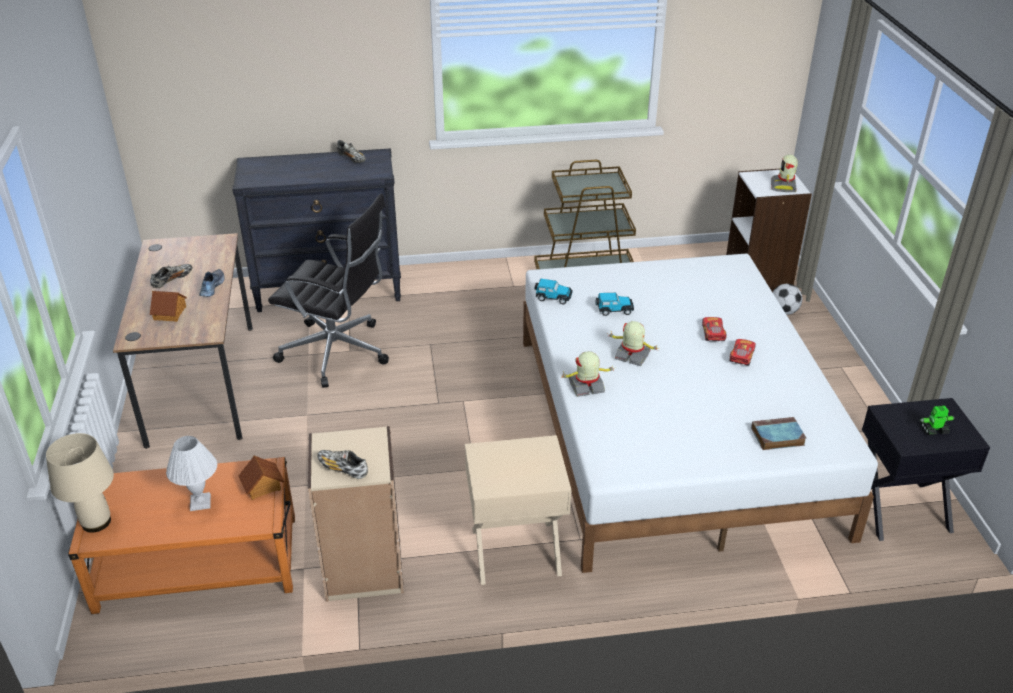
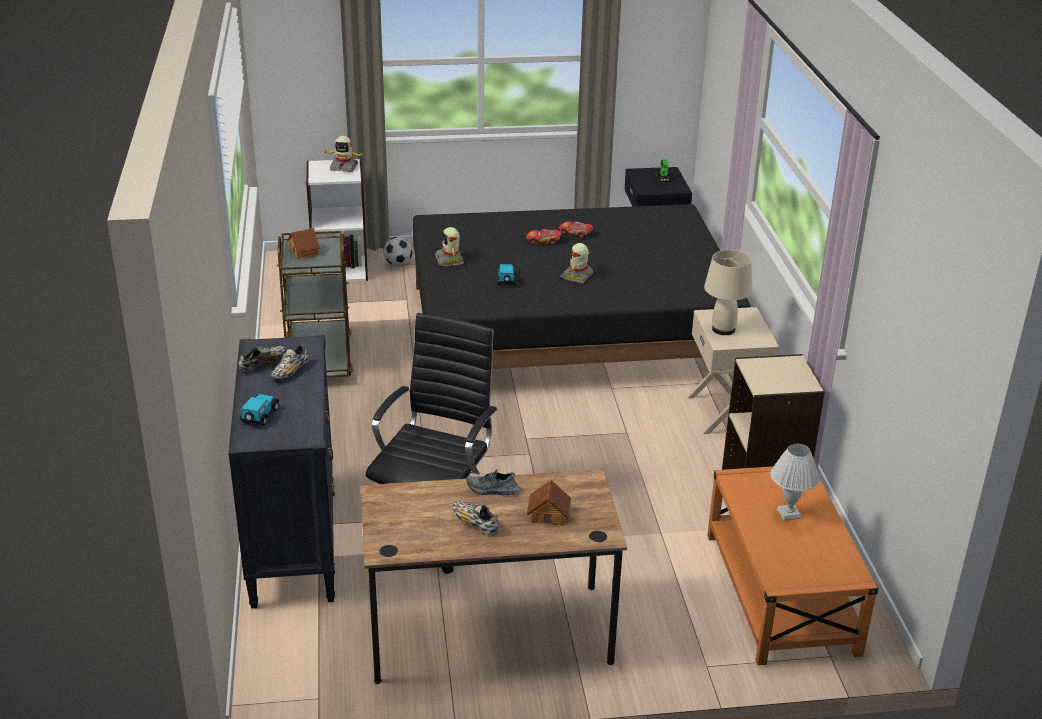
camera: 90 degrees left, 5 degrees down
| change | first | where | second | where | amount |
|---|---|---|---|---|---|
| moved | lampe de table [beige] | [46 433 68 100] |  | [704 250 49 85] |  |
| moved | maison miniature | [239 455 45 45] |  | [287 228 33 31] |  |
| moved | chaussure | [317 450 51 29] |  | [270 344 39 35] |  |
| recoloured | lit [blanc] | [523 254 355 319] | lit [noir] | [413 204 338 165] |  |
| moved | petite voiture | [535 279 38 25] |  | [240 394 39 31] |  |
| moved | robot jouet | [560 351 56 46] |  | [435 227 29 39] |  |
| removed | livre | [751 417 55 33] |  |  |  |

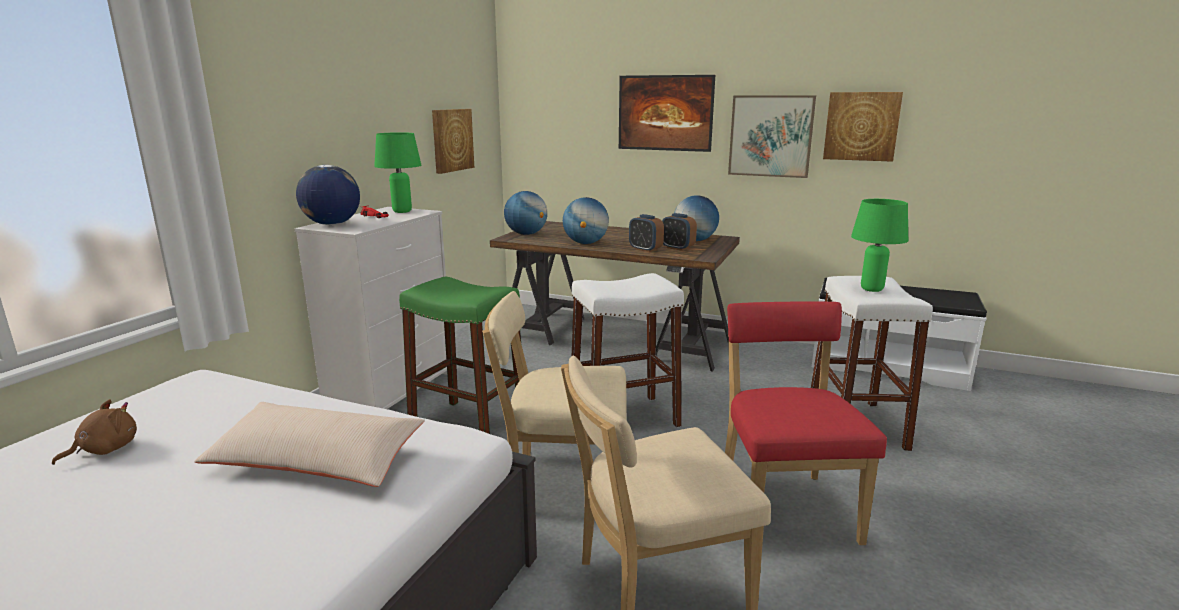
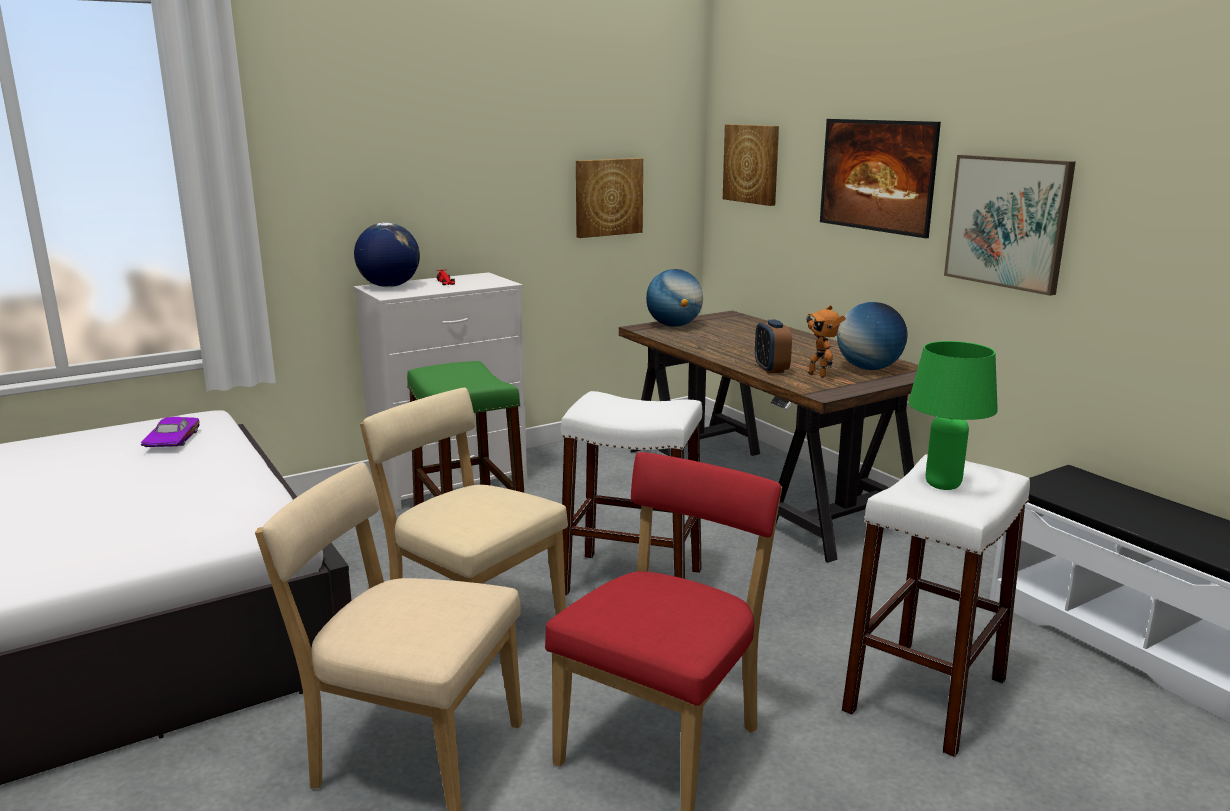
camera: 35 degrees right, 0 degrees up
| change | first | where | second | where | amount |
|---|---|---|---|---|---|
| removed | peluche [marron] | [52 399 85 66] |  |  |  |
| removed | coussin [beige] | [194 402 231 85] |  |  |  |
| removed | lampe de table [vert] | [374 132 47 81] |  |  |  |
| removed | globe | [563 197 46 47] |  |  |  |
| replaced | réveil | [662 213 35 38] | robot jouet | [806 305 40 73] |  |
| moved | tableau | [823 92 80 70] |  | [723 124 56 82] |  |
| added |  |  | petite voiture [violet] | [141 417 59 30] |  |

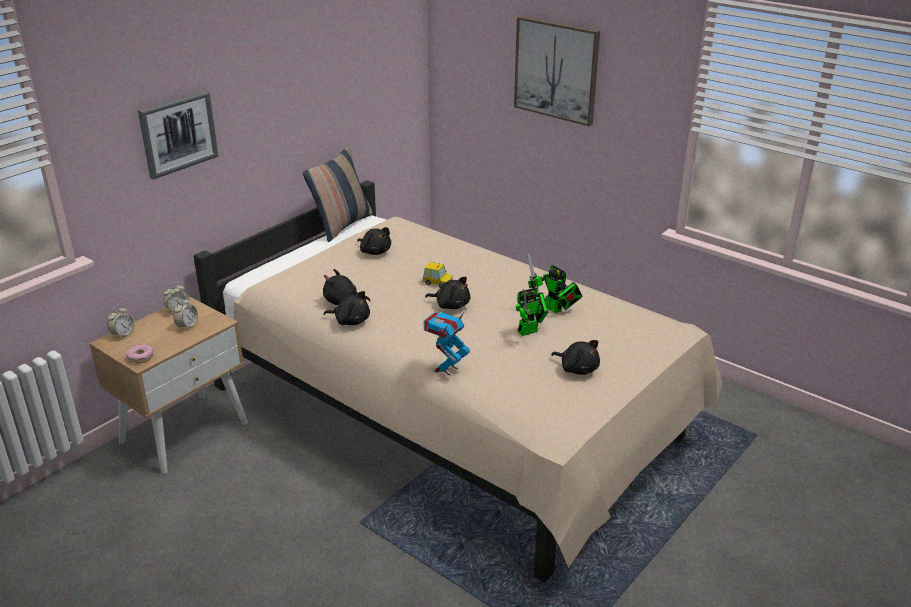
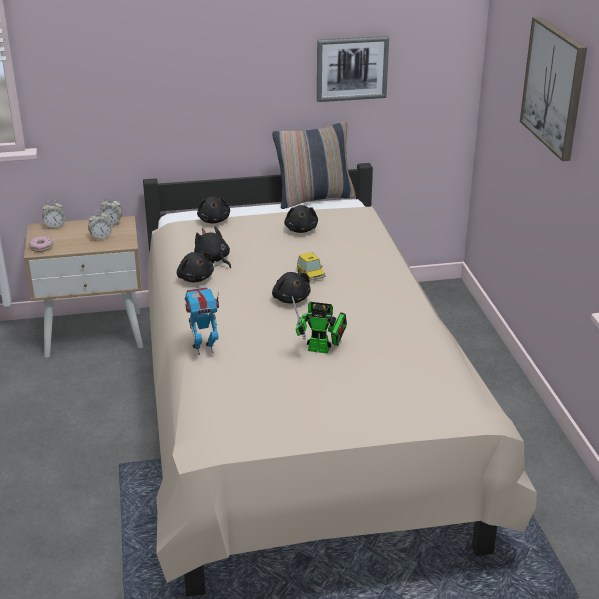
camera: 40 degrees right, 0 degrees up
| change | first | where | second | where | amount |
|---|---|---|---|---|---|
| moved | tableau | [138 91 80 89] |  | [317 36 72 66] |  |
| removed | robot jouet | [527 252 55 61] |  |  |  |
| moved | peluche [noir] | [551 340 49 35] |  | [197 196 33 28] |  |

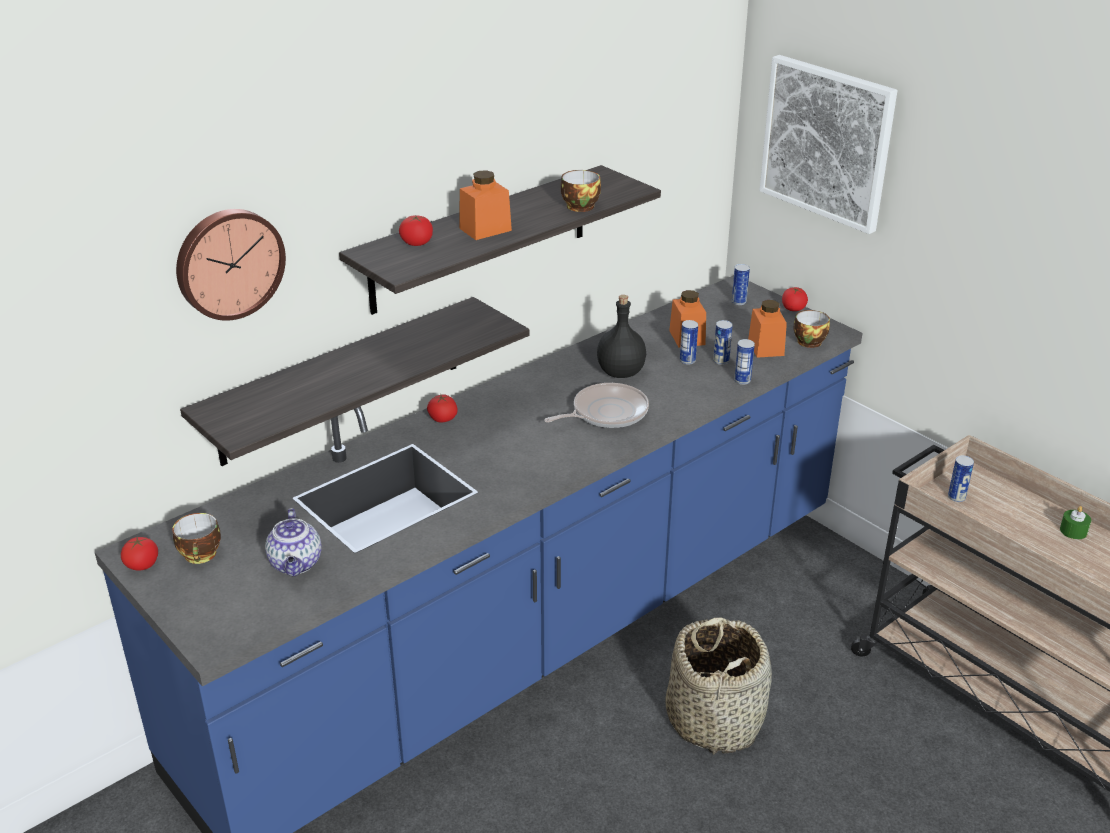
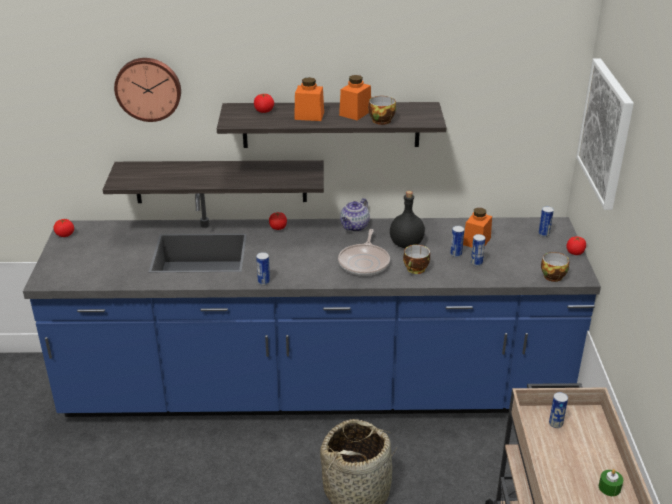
camera: 40 degrees right, 0 degrees up
| change | first | where | second | where | amount |
|---|---|---|---|---|---|
| moved | tasse | [172 513 49 51] |  | [403 245 27 29] |  |
| moved | théière | [265 508 57 68] |  | [340 198 30 34] |  |
| turned | poêle | [544 383 105 45] |  | [338 229 52 47] | 90 degrees clockwise |
| moved | boîte métallique | [734 339 21 46] |  | [256 252 14 34] |  |
| moved | bocal [orange] | [748 300 39 58] |  | [339 75 32 45] |  |

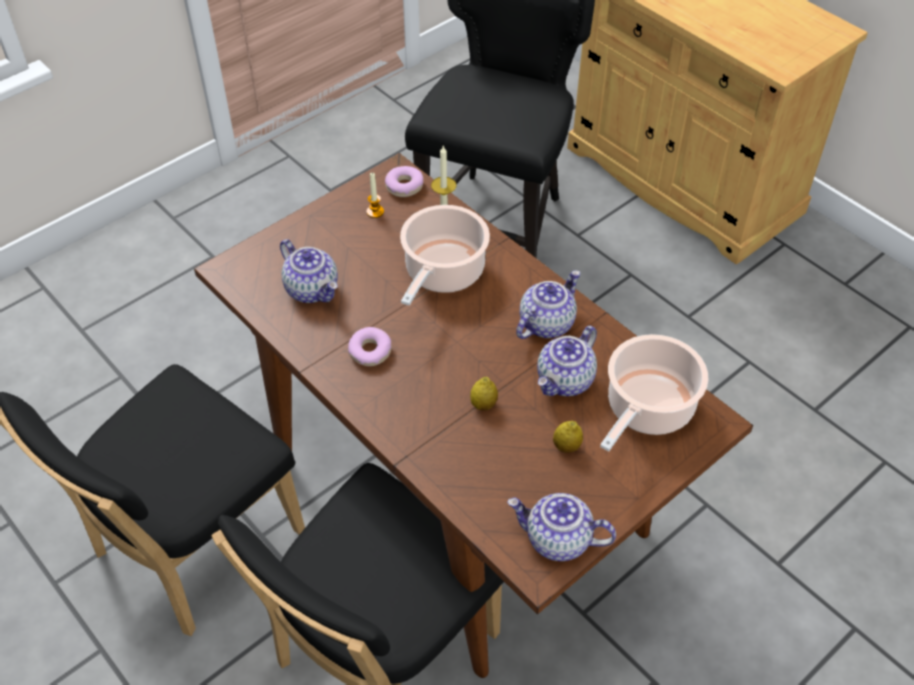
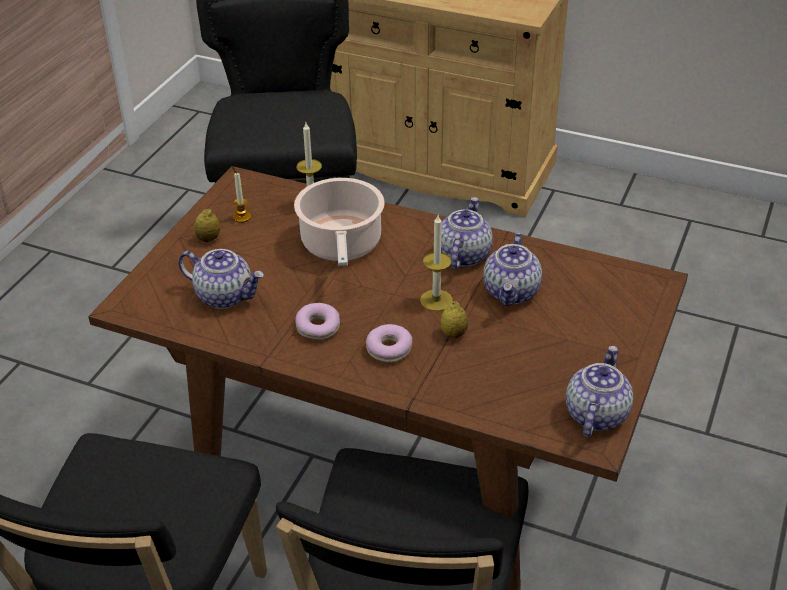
camera: 25 degrees left, 10 degrees down
| change | first | where | second | where | amount |
|---|---|---|---|---|---|
| moved | beignet | [385 166 38 31] |  | [366 324 47 39] |  |
| turned | théière | [507 493 109 68] |  | [566 346 67 91] | 120 degrees clockwise |
| moved | citron | [553 421 30 32] |  | [194 209 26 33] |  |
| removed | marmite | [600 334 109 117] |  |  |  |
| added |  |  | bougie | [420 215 33 96] |  |

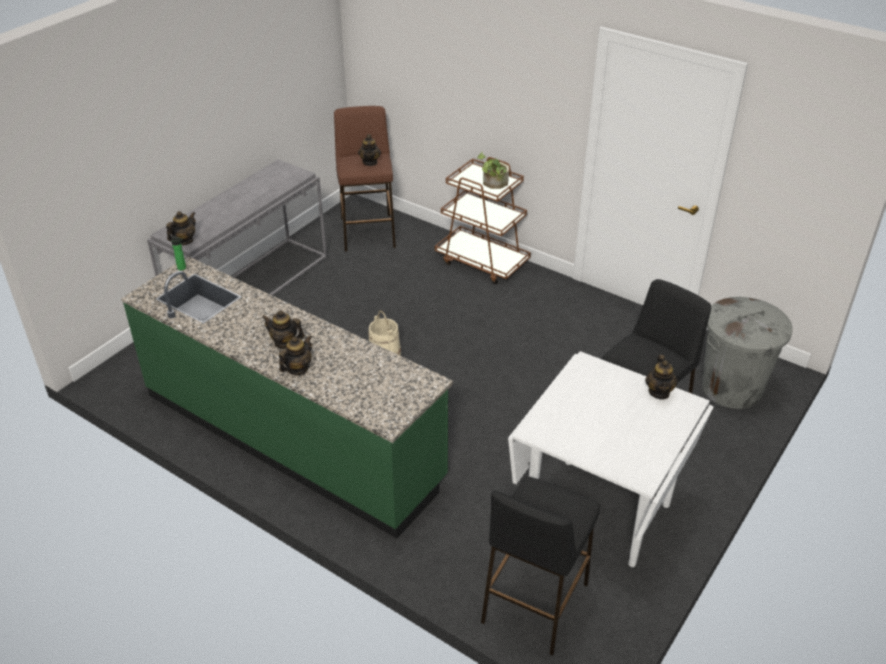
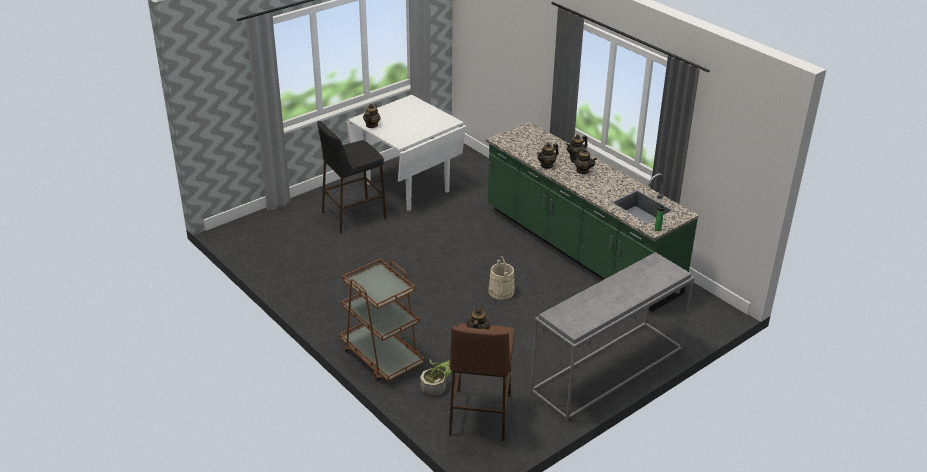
camera: 165 degrees left, 5 degrees down
| change | first | where | second | where | amount |
|---|---|---|---|---|---|
| moved | théière | [166 211 30 34] |  | [537 142 22 27] |  |
| moved | plante en pot | [477 152 32 37] |  | [420 359 31 38] |  |
| removed | tabouret [noir] | [481 476 119 179] |  |  |  |
| removed | poubelle [gris] | [702 297 91 112] |  |  |  |

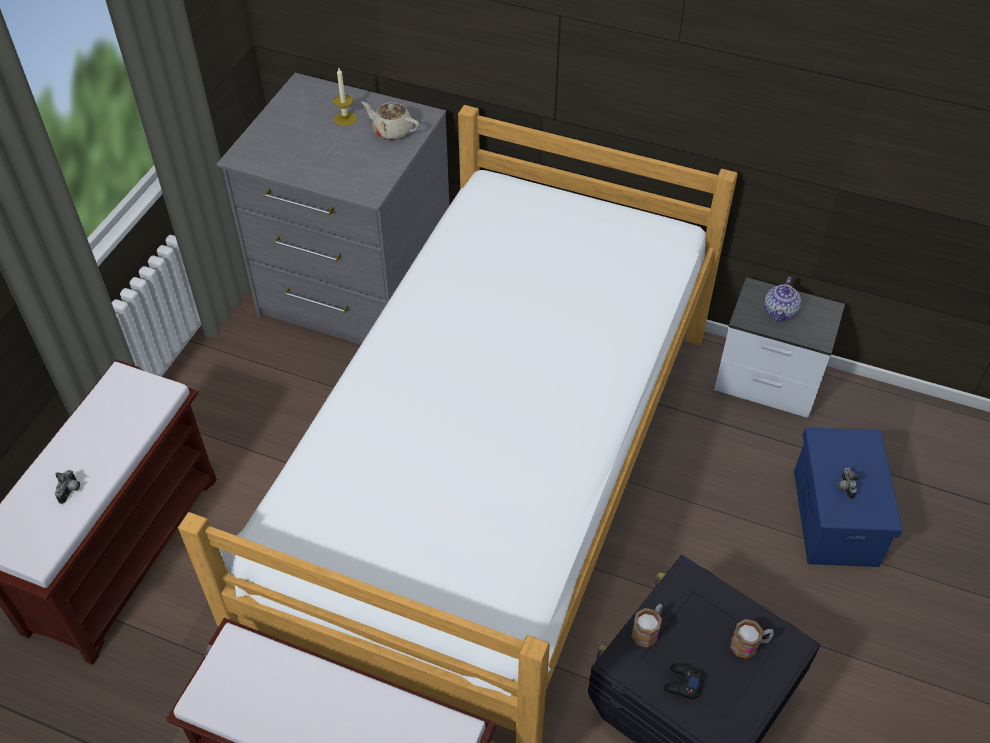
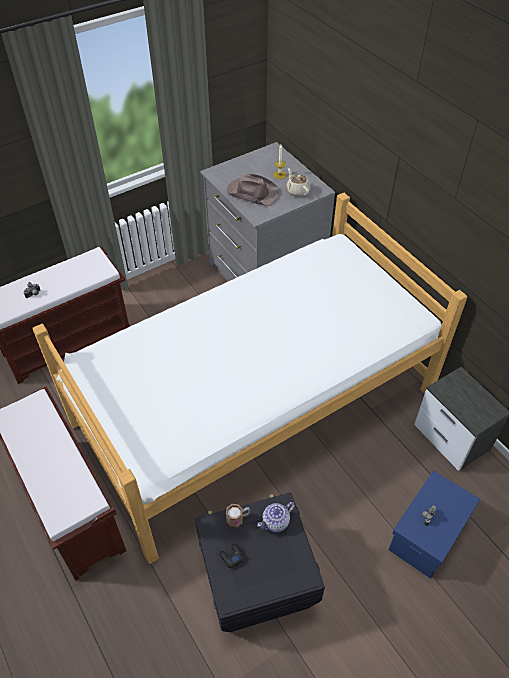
camera: 35 degrees right, 0 degrees up
| change | first | where | second | where | amount |
|---|---|---|---|---|---|
| removed | mug | [730 619 44 40] |  |  |  |
| moved | théière | [764 277 37 45] |  | [257 502 38 31] |  |
| added |  |  | chapeau [marron] | [227 174 52 32] |  |

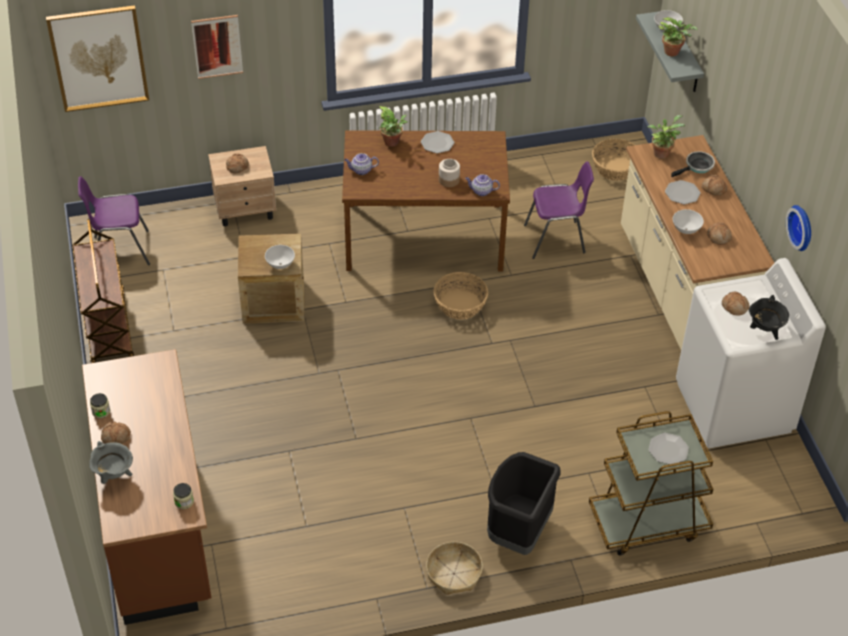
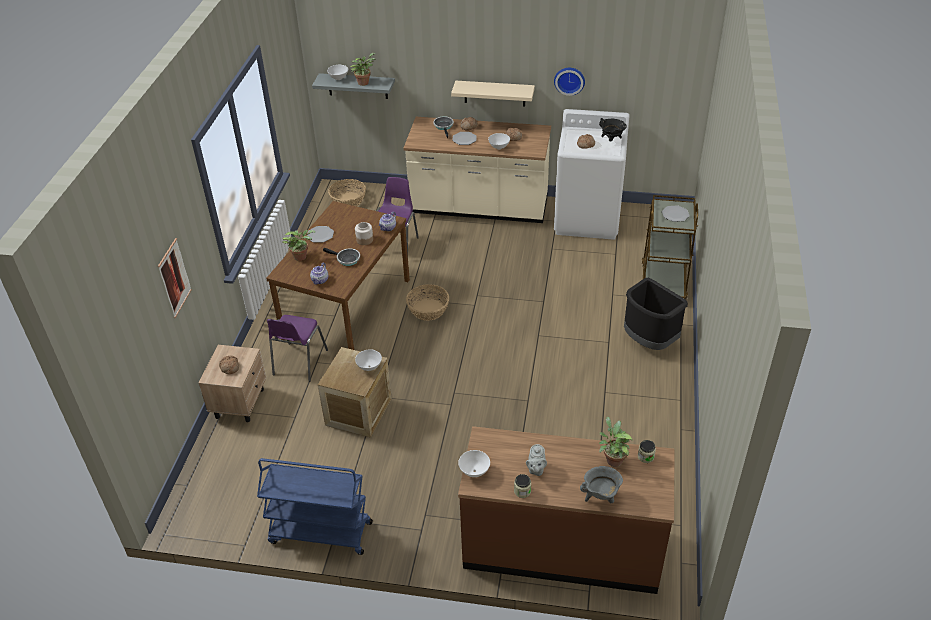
camera: 65 degrees left, 5 degrees down
| change | first | where | second | where | amount |
|---|---|---|---|---|---|
| removed | tableau | [46 5 103 107] |  |  |  |
| recoloured | chariot [marron] | [72 219 62 144] | chariot [bleu] | [257 458 116 97] |  |
| moved | chaise [violet] | [78 176 72 89] |  | [267 315 61 67] |  |
| removed | pain | [101 421 30 23] |  |  |  |
| removed | panier | [426 542 57 53] |  |  |  |
| moved | plante en pot | [647 115 38 44] |  | [599 416 34 51] |  |
| added |  |  | poêle | [323 248 37 18] |  |
| added |  |  | étagère [beige] | [451 81 84 26] |  |
| added |  |  | bol [blanc] | [458 450 32 27] |  |
| added |  |  | théière [gris] | [526 444 21 32] |  |

